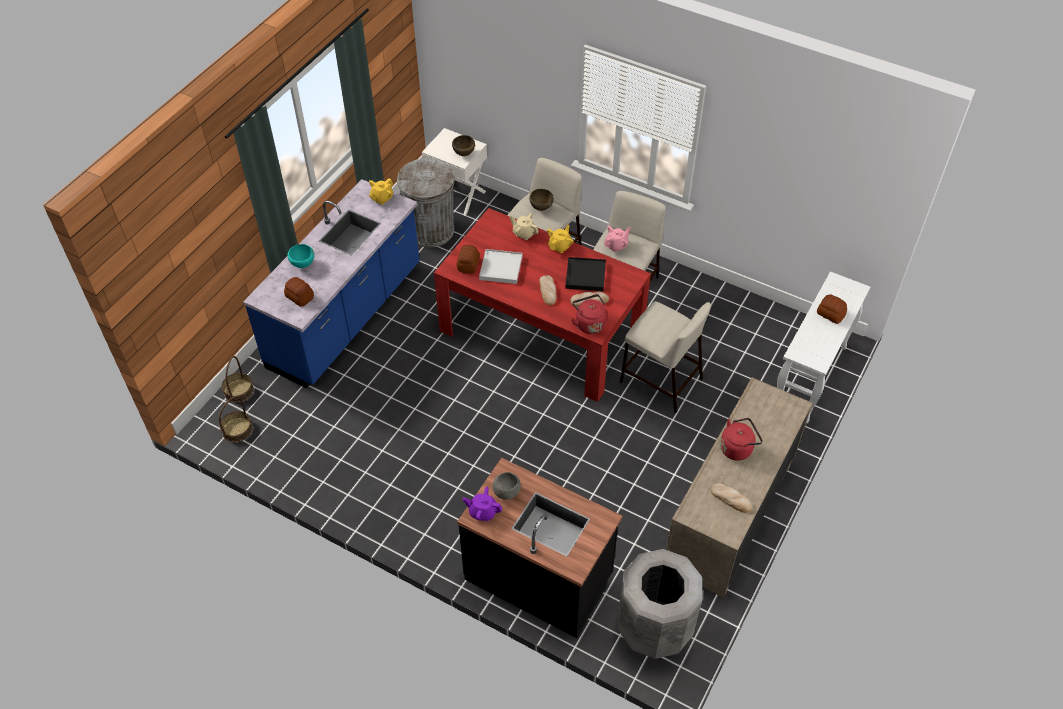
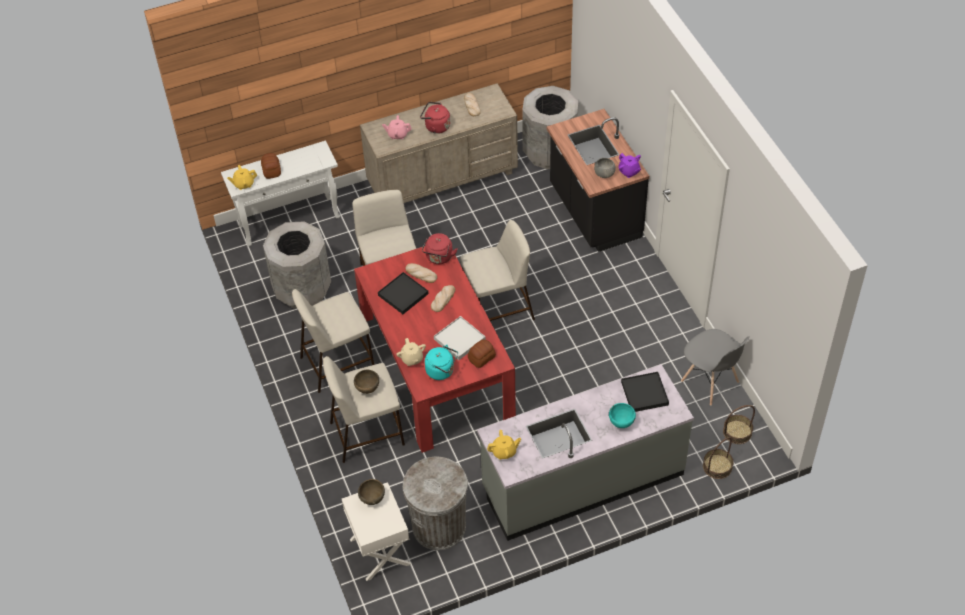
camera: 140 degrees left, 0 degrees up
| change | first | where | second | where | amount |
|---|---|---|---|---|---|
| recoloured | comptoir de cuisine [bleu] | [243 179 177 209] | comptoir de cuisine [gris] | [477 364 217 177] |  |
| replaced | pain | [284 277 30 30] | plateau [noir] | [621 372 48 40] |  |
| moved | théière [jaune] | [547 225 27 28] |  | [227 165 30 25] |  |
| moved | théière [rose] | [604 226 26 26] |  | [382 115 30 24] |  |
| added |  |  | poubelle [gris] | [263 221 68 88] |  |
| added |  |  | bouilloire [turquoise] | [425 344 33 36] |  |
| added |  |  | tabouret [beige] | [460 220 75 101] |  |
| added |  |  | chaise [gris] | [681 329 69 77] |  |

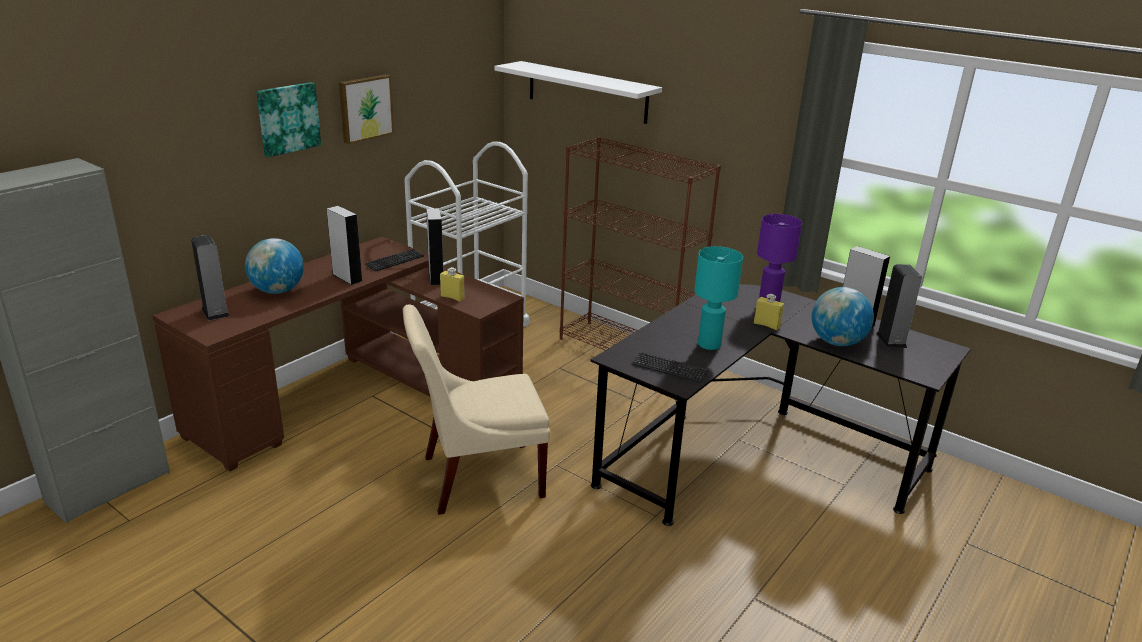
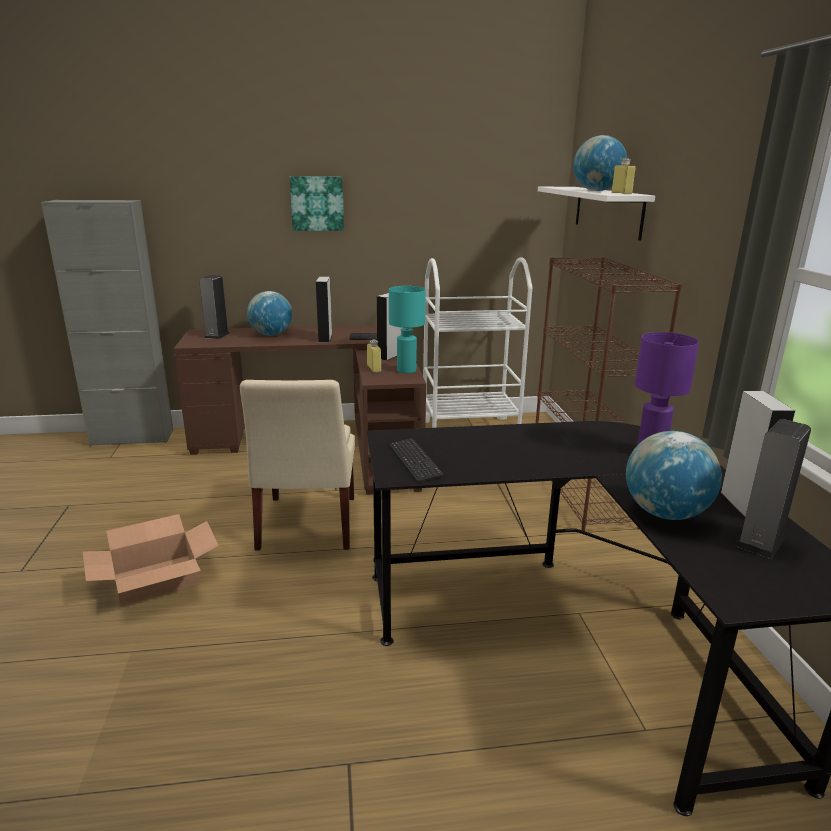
camera: 45 degrees right, 5 degrees down
| change | first | where | second | where | amount |
|---|---|---|---|---|---|
| removed | tableau | [339 75 55 69] |  |  |  |
| turned | chaise [beige] | [403 304 147 211] |  | [240 380 115 171] | 120 degrees counterclockwise |
| moved | lampe de table [turquoise] | [694 246 49 104] |  | [389 286 37 88] |  |
| moved | bouteille [jaune] | [754 294 30 36] |  | [612 158 24 36] |  |
| added |  |  | carton | [83 514 136 92] |  |
| added |  |  | globe | [573 135 54 56] |  |

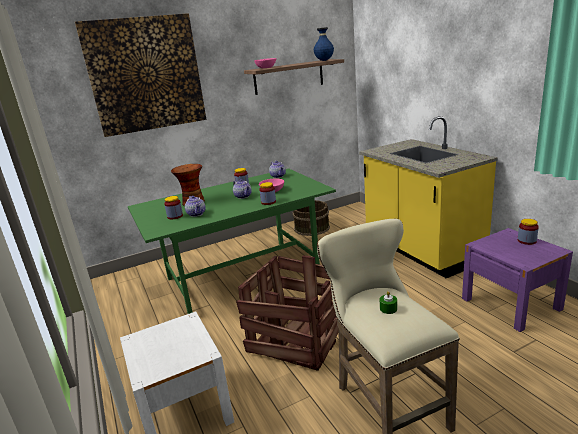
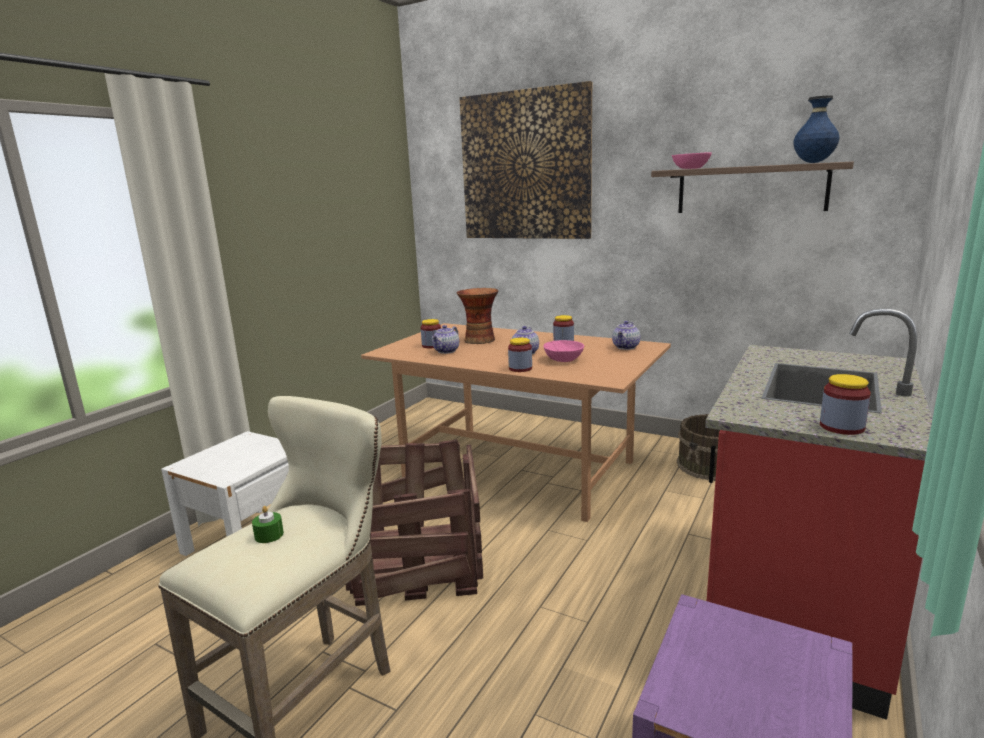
camera: 55 degrees right, 5 degrees down
| change | first | where | second | where | amount |
|---|---|---|---|---|---|
| recoloured | table à manger [vert] | [128 168 208 146] | table à manger [marron] | [361 323 310 199] |  |
| recoloured | comptoir de cuisine [jaune] | [359 116 139 162] | comptoir de cuisine [rouge] | [705 308 227 412] |  |
| moved | bocal | [518 219 21 26] |  | [820 374 51 61] |  |

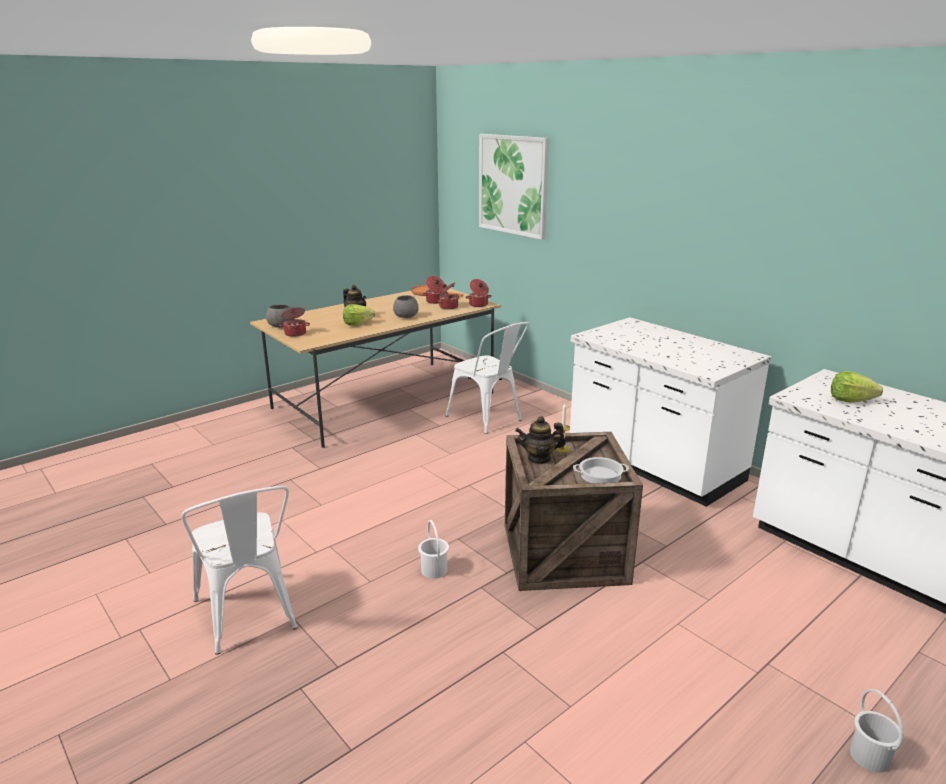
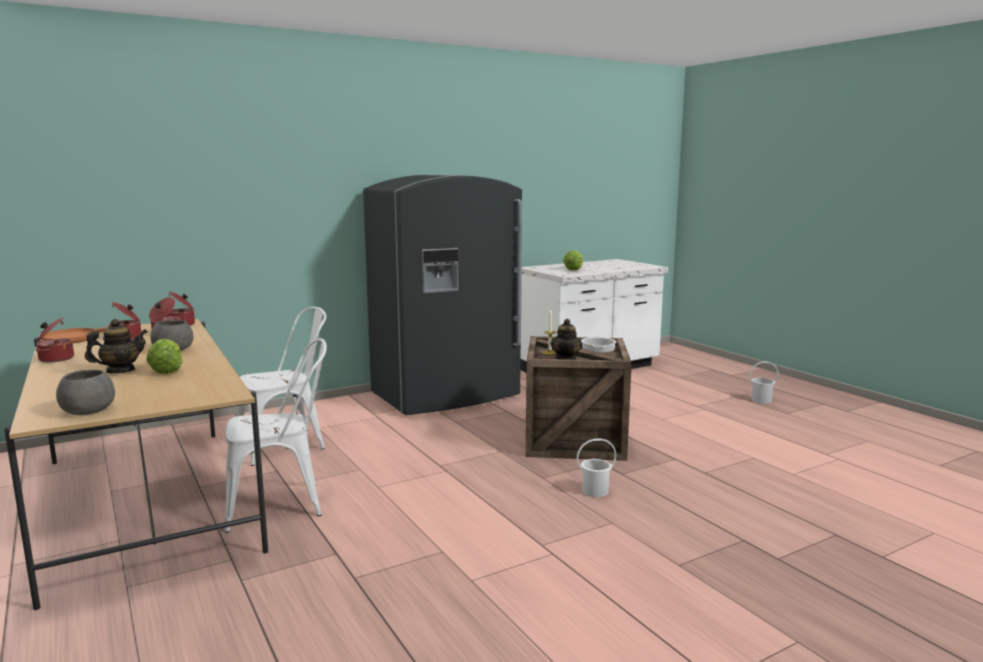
camera: 80 degrees left, 10 degrees down
| change | first | where | second | where | amount |
|---|---|---|---|---|---|
| moved | chaise [blanc] | [182 486 116 169] |  | [225 338 102 195] |  |
| moved | marmite | [279 307 31 30] |  | [36 317 38 46] |  |
| removed | tableau | [479 134 70 106] |  |  |  |
| replaced | comptoir de cuisine [blanc] | [570 317 202 190] | réfrigérateur [gris] | [363 175 159 240] |  |

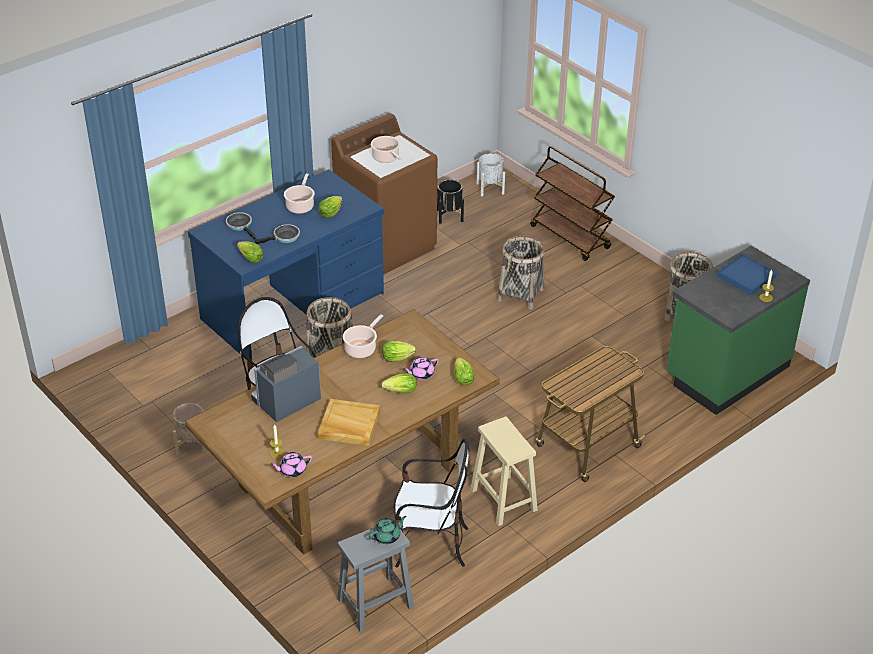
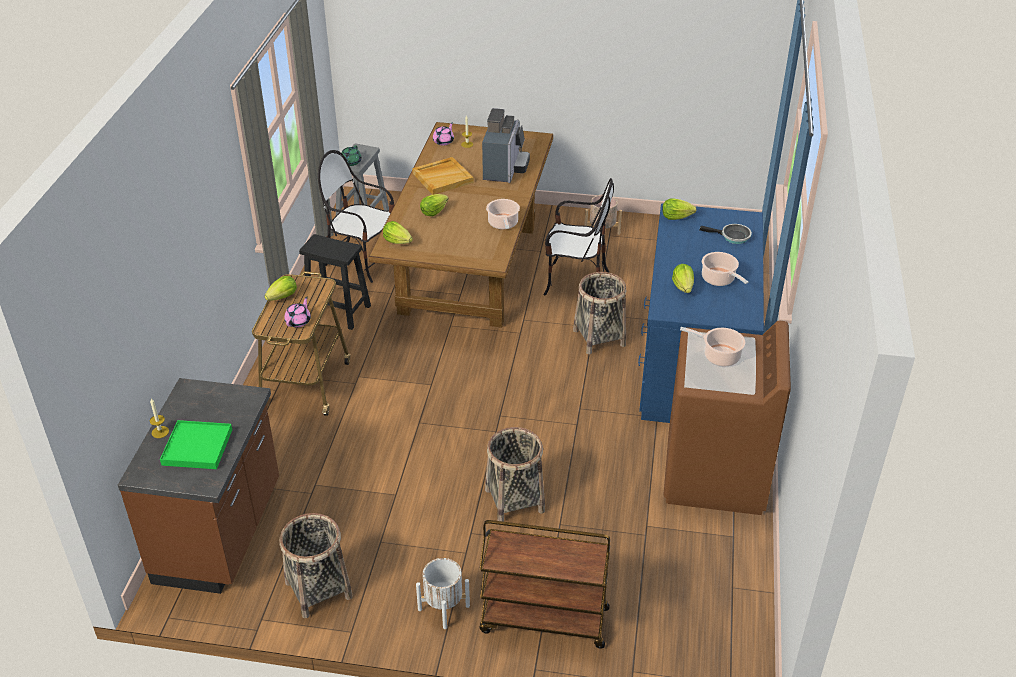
camera: 140 degrees right, 0 degrees up
| change | first | where | second | where | amount |
|---|---|---|---|---|---|
| removed | poêle | [255 224 45 20] |  |  |  |
| moved | laitue | [382 341 34 21] |  | [265 276 32 25] |  |
| turned | chaise | [394 439 75 128] |  | [318 150 76 133] | 60 degrees clockwise |
| moved | théière [rose] | [404 357 35 23] |  | [284 297 27 30] |  |
| removed | cache-pot [noir] | [437 180 27 44] |  |  |  |
| recoloured | tabouret [beige] | [470 417 68 109] | tabouret [noir] | [299 234 72 96] |  |
| moved | cache-pot [blanc] | [477 153 28 43] |  | [416 558 54 71] |  |
| recoloured | comptoir de cuisine [vert] | [667 246 143 169] | comptoir de cuisine [marron] | [118 378 161 216] |  |
| recoloured | plateau [bleu] | [717 254 60 41] | plateau [vert] | [160 420 72 49] |  |

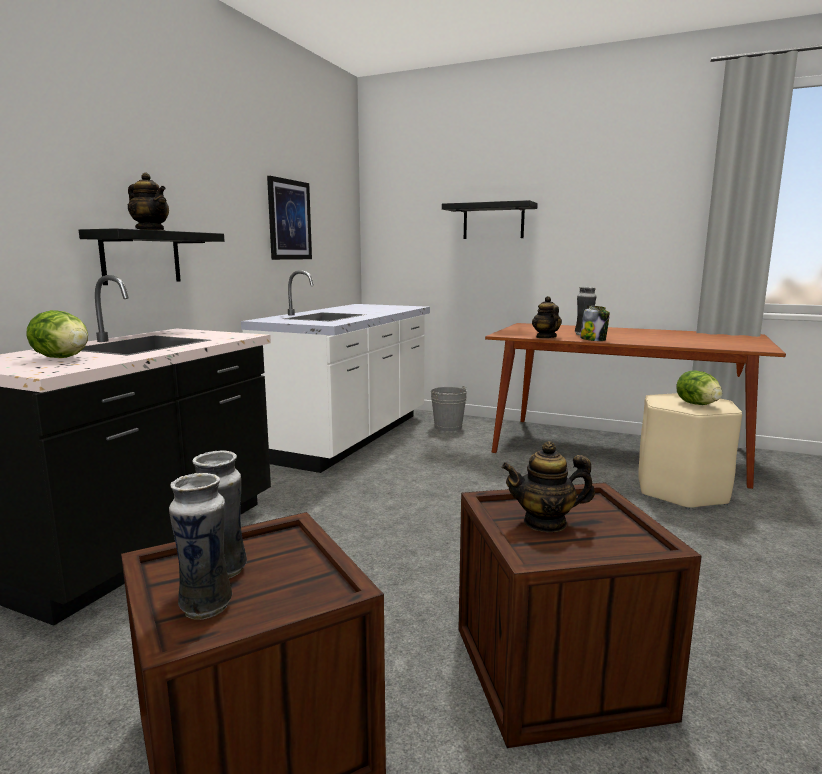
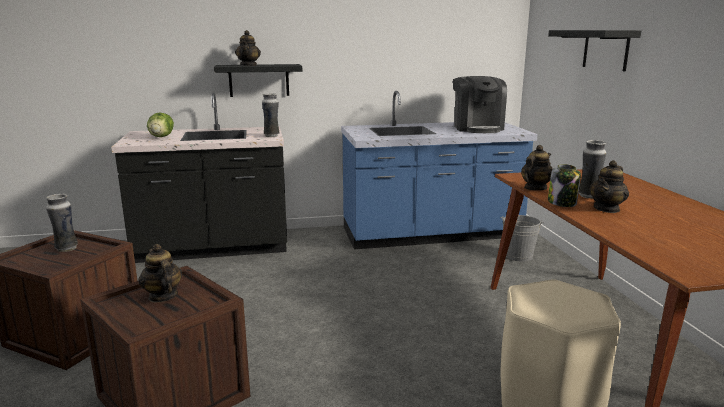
camera: 55 degrees right, 5 degrees up
| change | first | where | second | where | amount |
|---|---|---|---|---|---|
| moved | vase | [169 473 63 146] |  | [262 93 17 44] |  |
| recoloured | comptoir de cuisine [blanc] | [241 270 189 203] | comptoir de cuisine [bleu] | [341 91 197 159] |  |
| removed | tableau | [267 176 45 84] |  |  |  |
| removed | laitue | [676 371 46 34] |  |  |  |
| added |  |  | machine à café | [453 76 54 57] |  |
| added |  |  | théière | [589 160 40 53] |  |

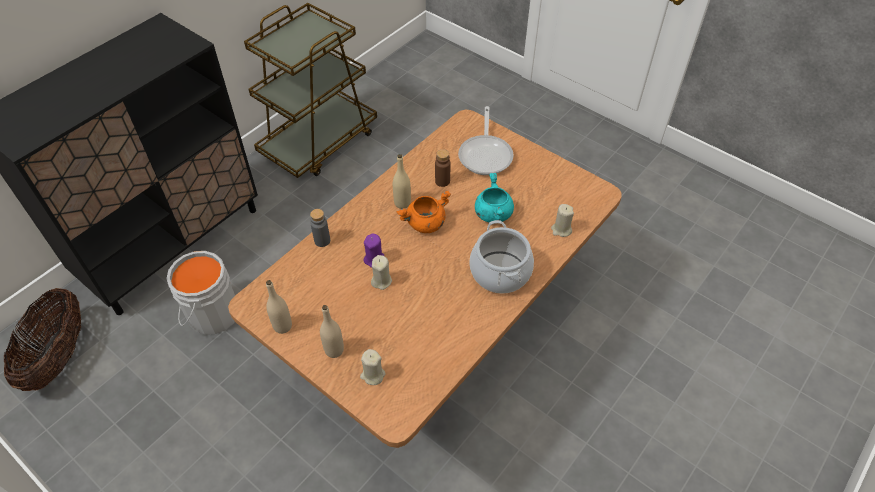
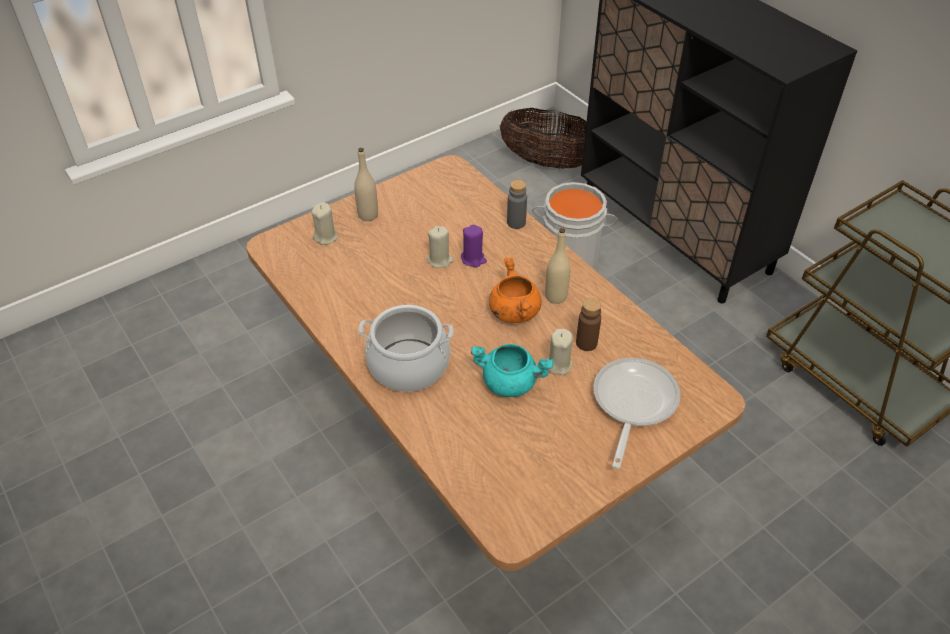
camera: 105 degrees right, 5 degrees down
| change | first | where | second | where | amount |
|---|---|---|---|---|---|
| removed | bouteille [beige] | [266 280 26 54] |  |  |  |
| turned | poêle | [458 106 56 69] |  | [593 358 87 111] | 90 degrees clockwise |
| moved | bougie [beige] | [551 204 23 33] |  | [547 329 26 46] |  |

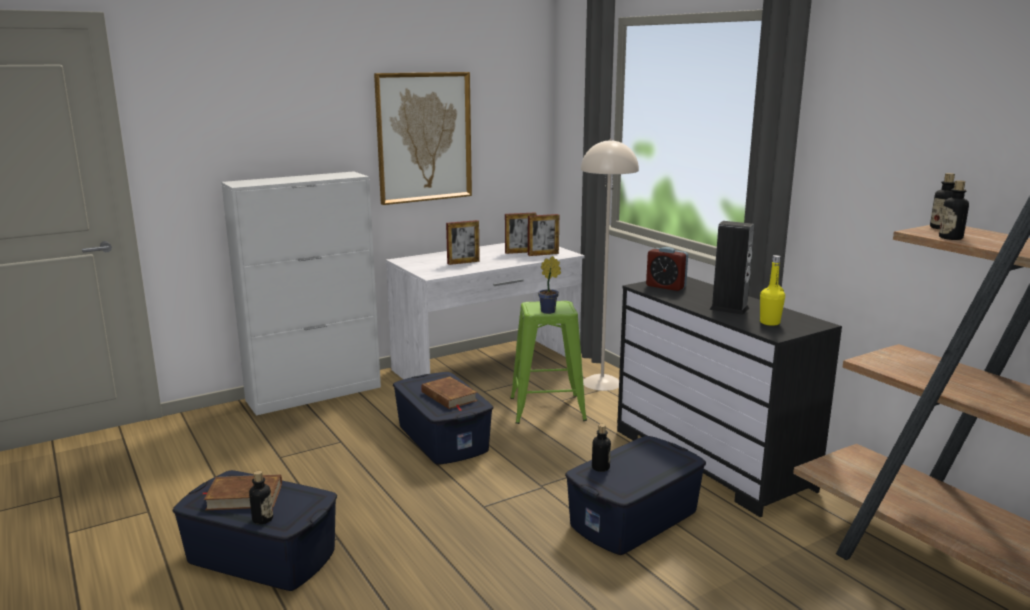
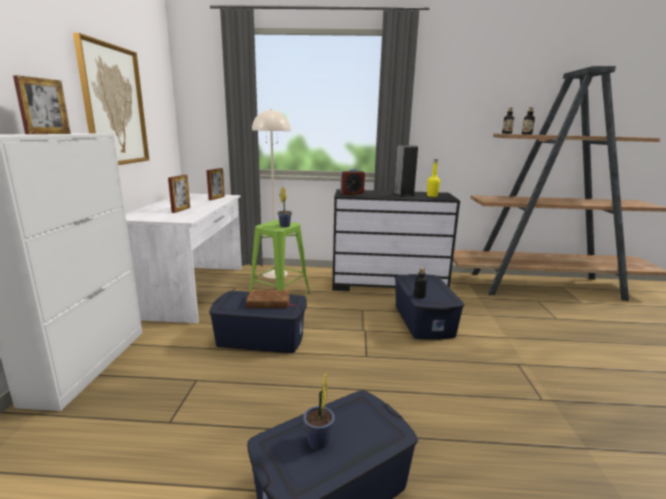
camera: 55 degrees left, 0 degrees up
| change | first | where | second | where | amount |
|---|---|---|---|---|---|
| replaced | livre [marron] | [203 474 79 36] | plante en pot | [303 372 32 78] |  |
| removed | bouteille | [249 471 24 53] |  |  |  |
| moved | cadre photo | [505 212 31 42] |  | [13 75 58 59] |  |

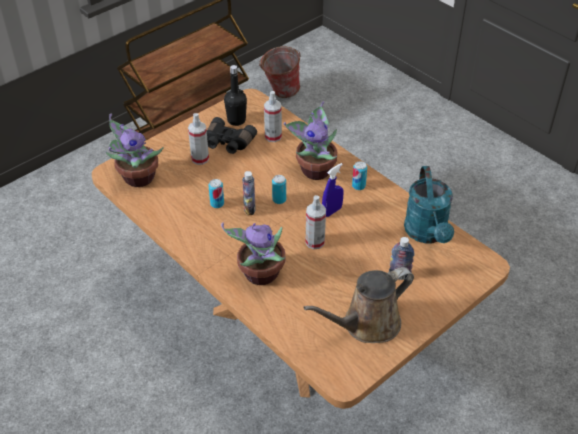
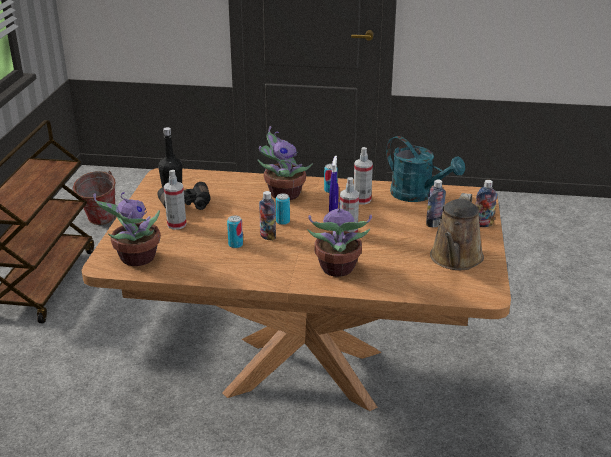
camera: 40 degrees left, 15 degrees down
| change | first | where | second | where | amount |
|---|---|---|---|---|---|
| moved | vaporisateur | [264 91 18 51] |  | [354 147 19 58] |  |
| added |  |  | bouteille | [475 180 22 47] |  |

